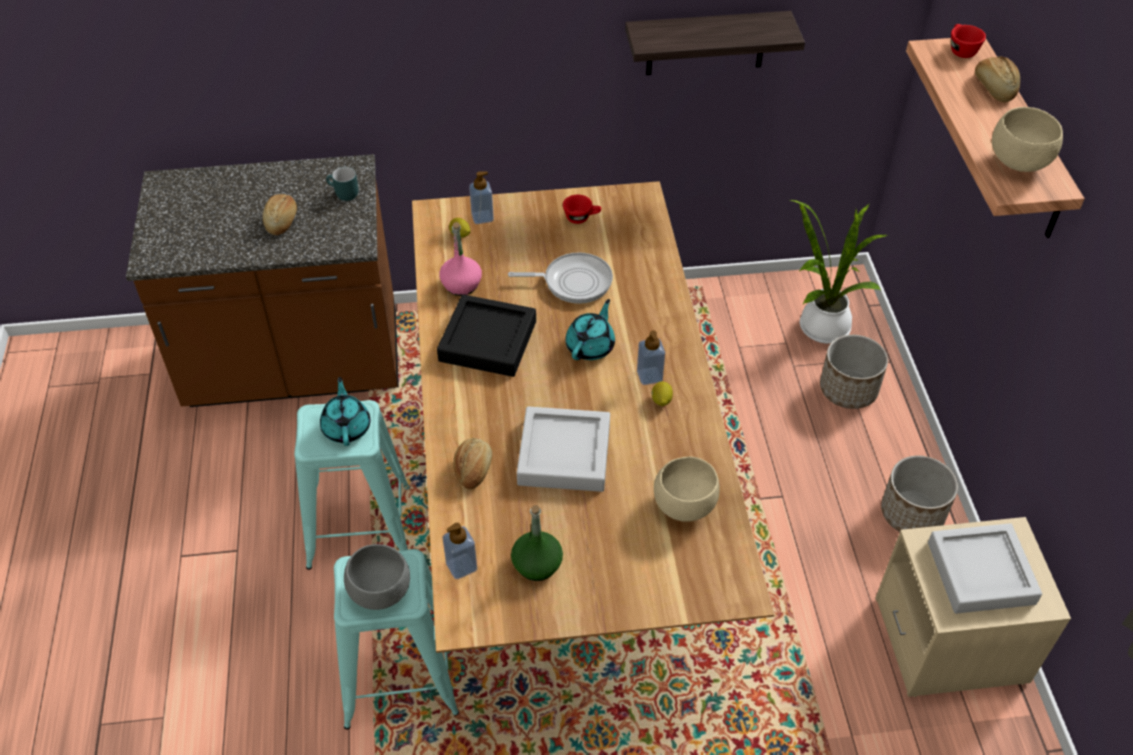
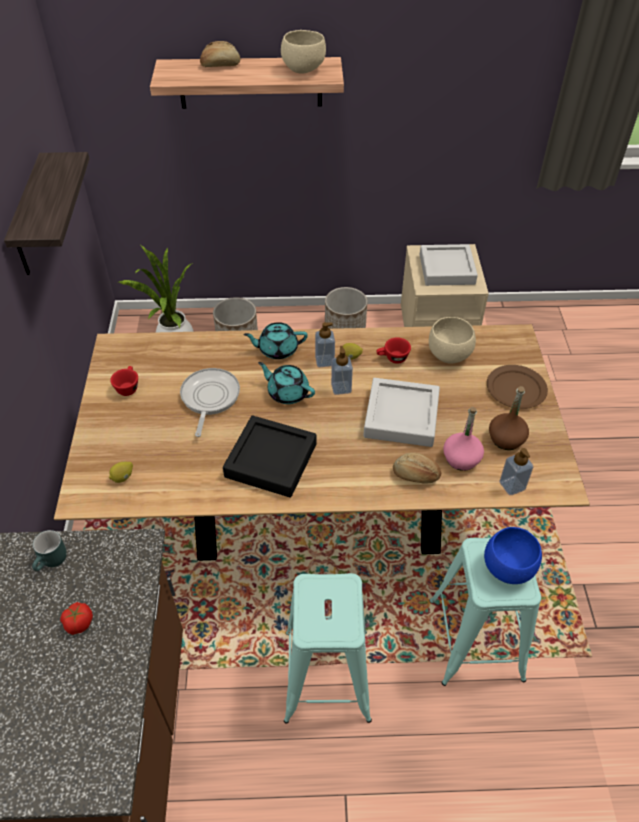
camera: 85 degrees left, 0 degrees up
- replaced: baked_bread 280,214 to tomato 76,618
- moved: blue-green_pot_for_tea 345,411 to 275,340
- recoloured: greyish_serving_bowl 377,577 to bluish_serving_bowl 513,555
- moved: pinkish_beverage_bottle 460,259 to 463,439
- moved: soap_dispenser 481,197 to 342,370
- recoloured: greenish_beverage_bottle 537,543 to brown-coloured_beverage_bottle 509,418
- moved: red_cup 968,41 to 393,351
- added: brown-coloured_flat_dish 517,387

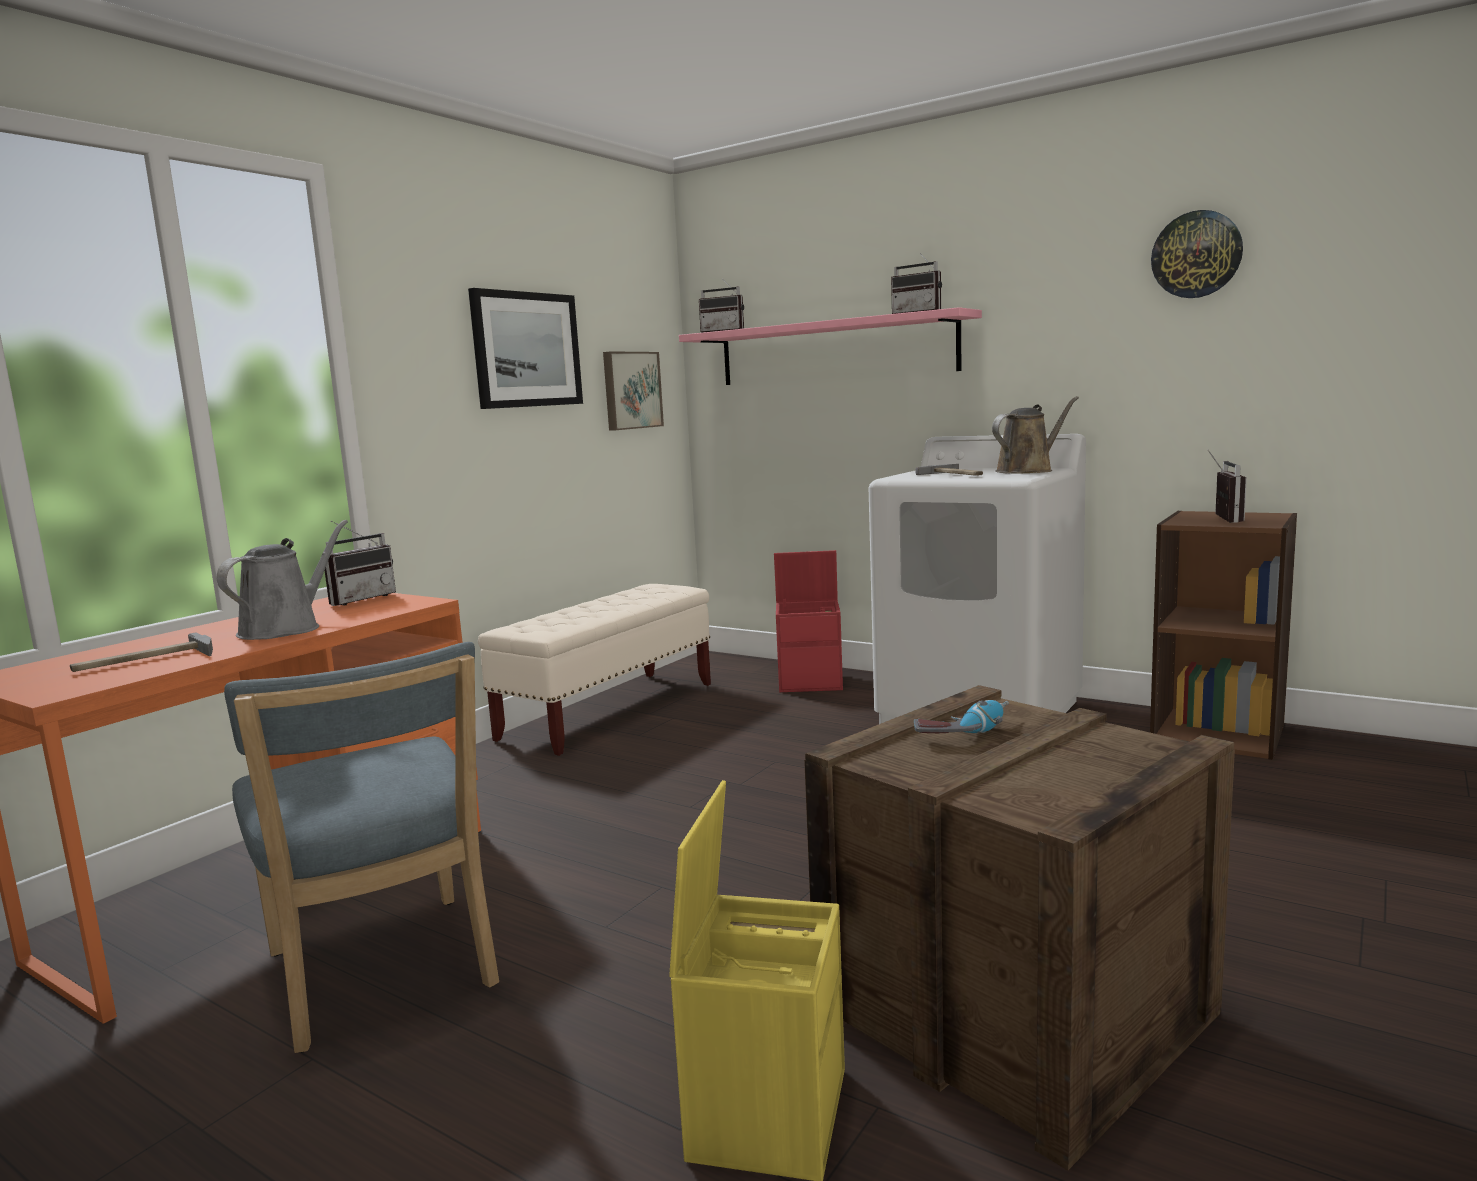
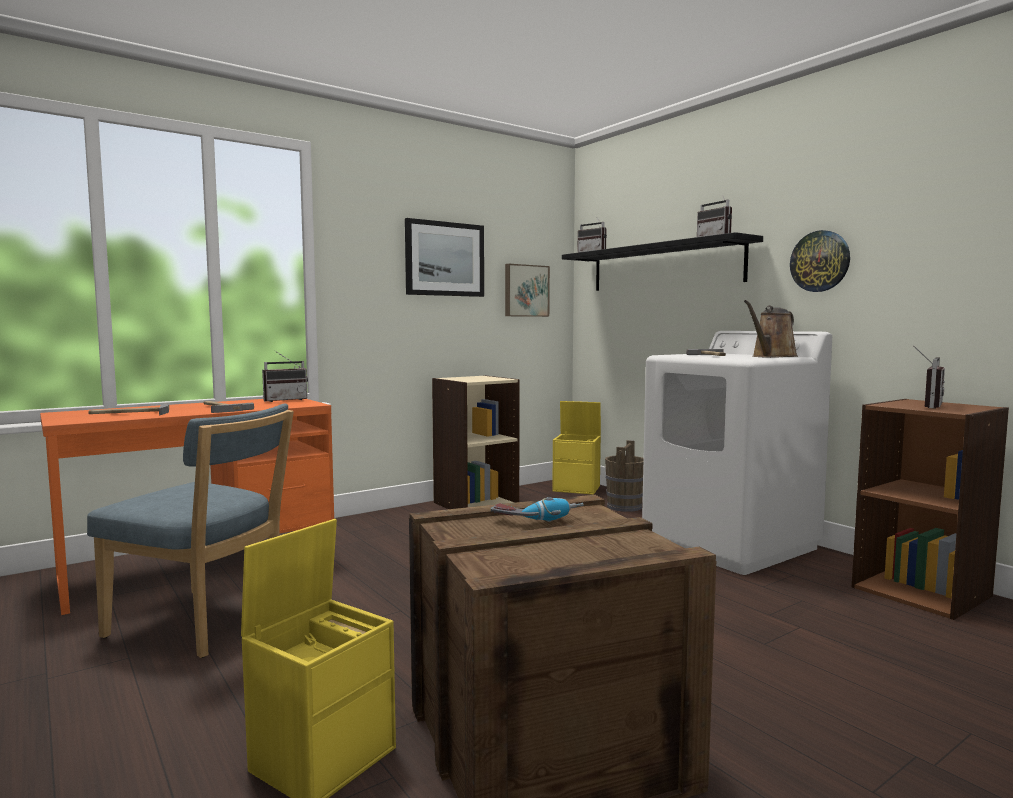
camera: 20 degrees right, 5 degrees down
- replaced: greyish_sprinkling_can 282,580 to hand_hammer 229,407
- turned: bluish_plain_chair 361,847 = 190,531 60 degrees counterclockwise
- replaced: beige_long_seat 594,670 to beige_shelving_unit 476,442
- recoloured: pinkish_wall_shelf 830,346 to blackish_wall_shelf 662,261
- replaced: red_storage_bin 808,621 to brown-coloured_pail 624,476
- turned: brown-coloured_sprinkling_can 1035,435 = 771,329 150 degrees clockwise
- moved: wall_clock 1197,254 to 820,261
- added: yellowish_storage_bin 576,448

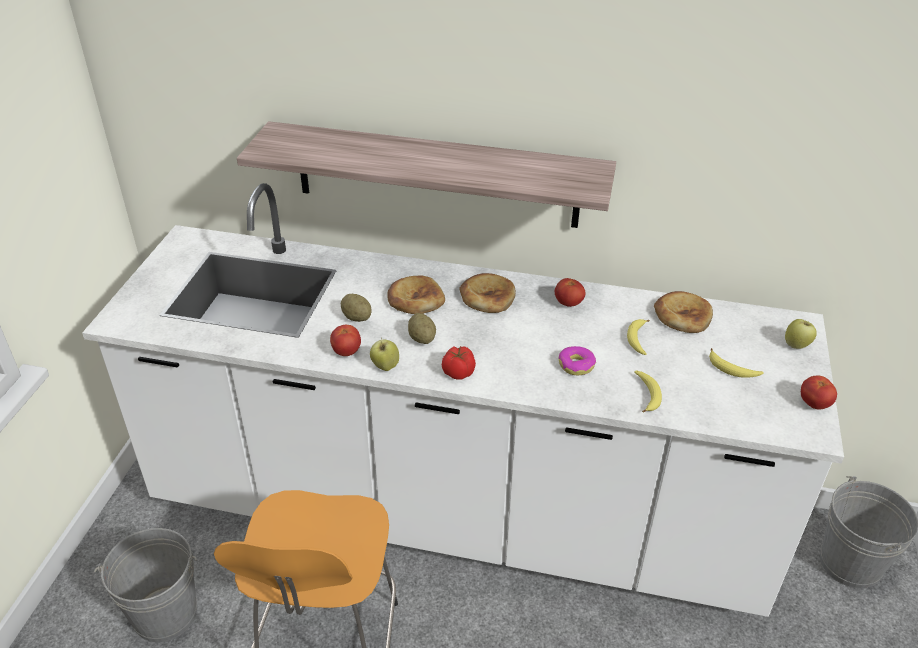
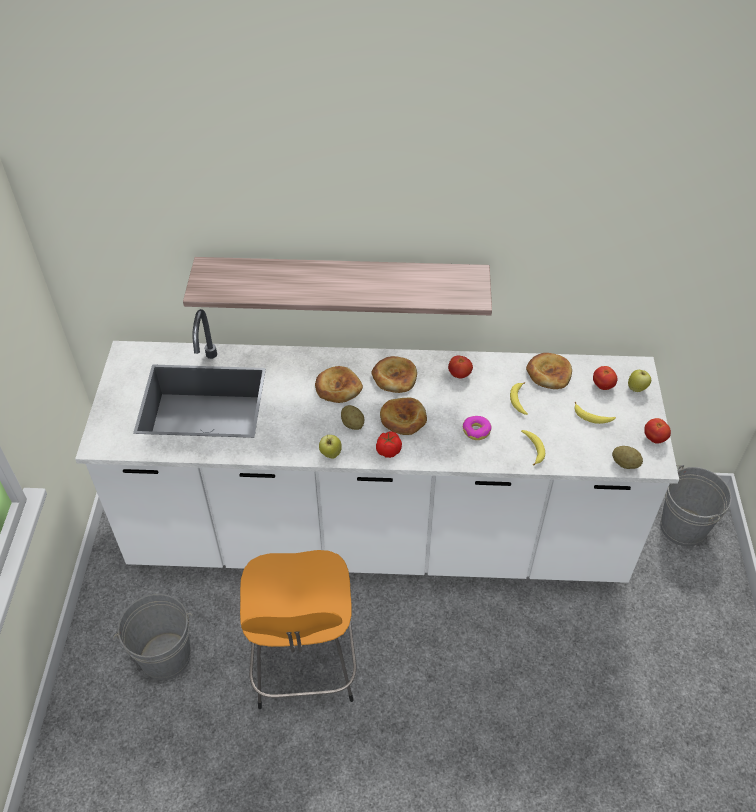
camera: 10 degrees left, 10 degrees up
- moved: tomato 345,340 to 605,378
- moved: whole_potato 356,308 to 627,457
- added: baked_bread 403,416

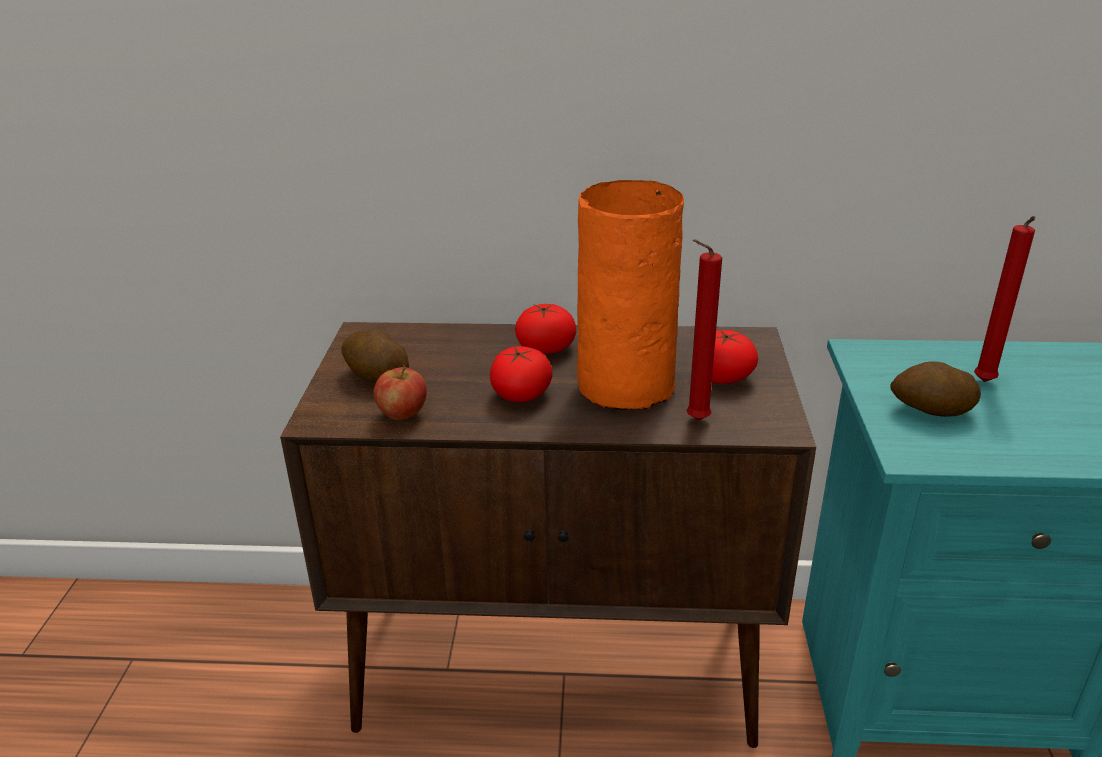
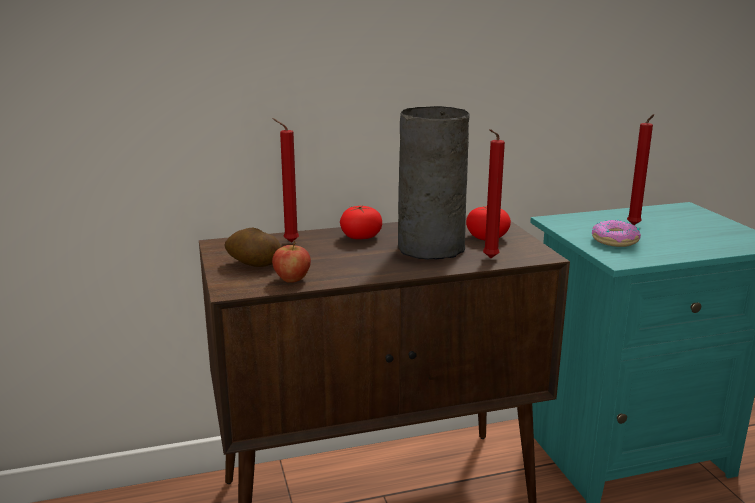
camera: 20 degrees left, 10 degrees down
- removed: tomato 521,374
- recoloured: orange_flower_vase 630,295 to greyish_flower_vase 433,183
- replaced: whole_potato 935,389 to donut 616,233
- added: red_candle 285,180

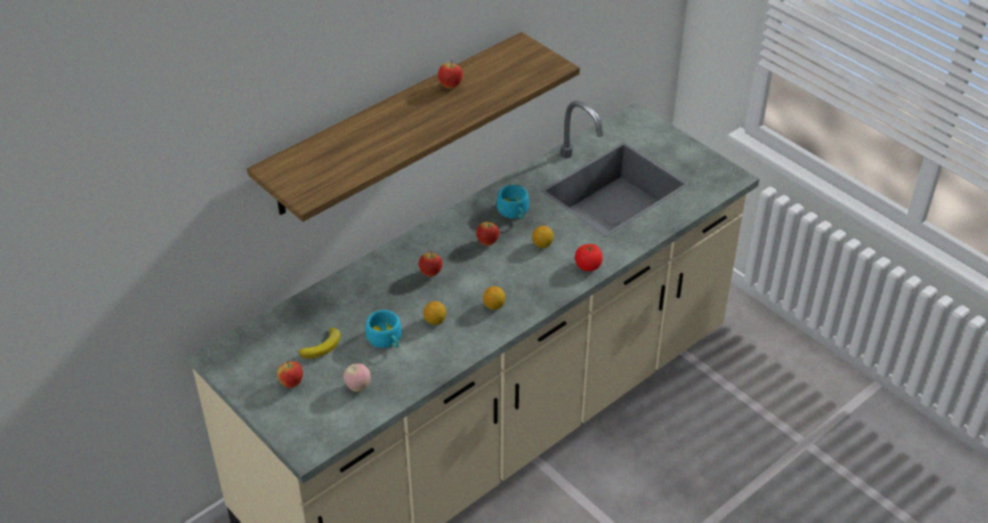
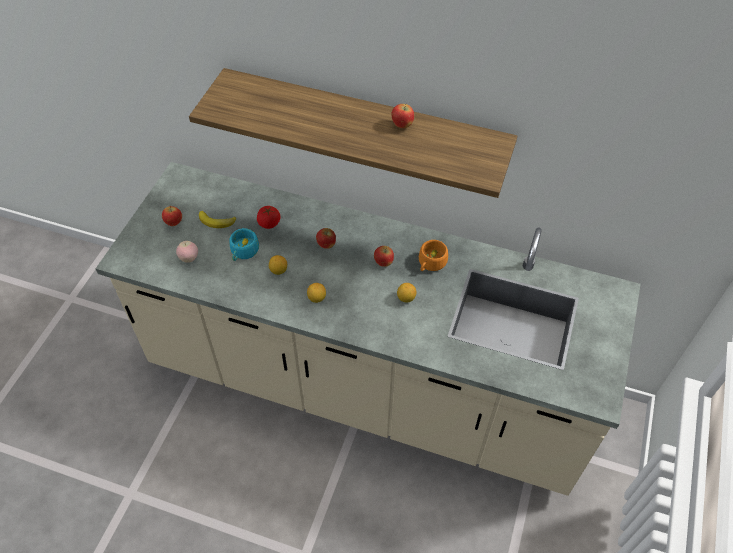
camera: 60 degrees right, 10 degrees up
- recoloured: blue-green_cup 513,202 to orange_cup 433,255
- moved: tomato 589,257 to 268,217

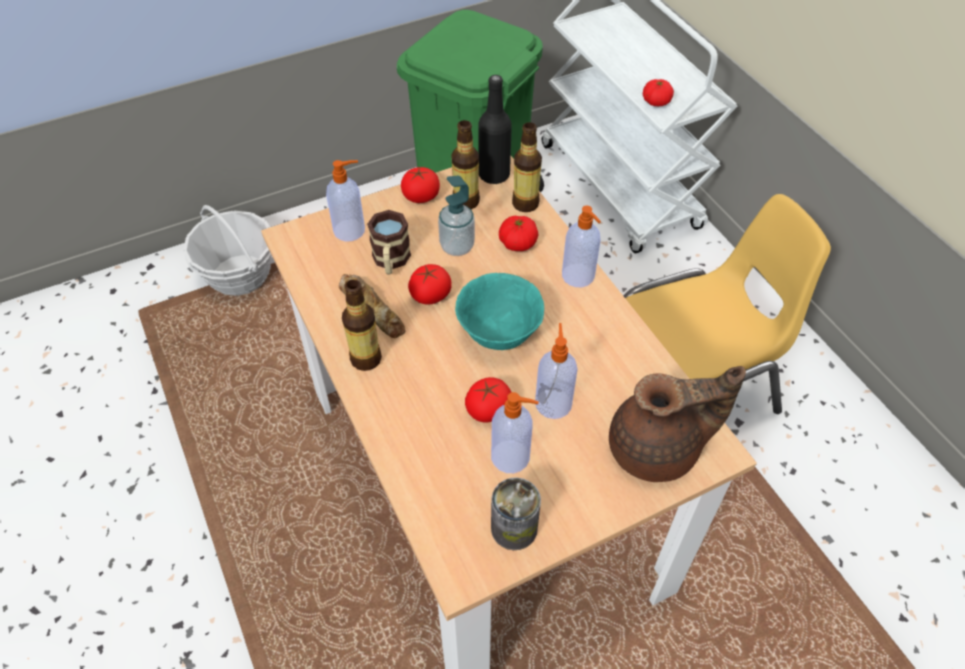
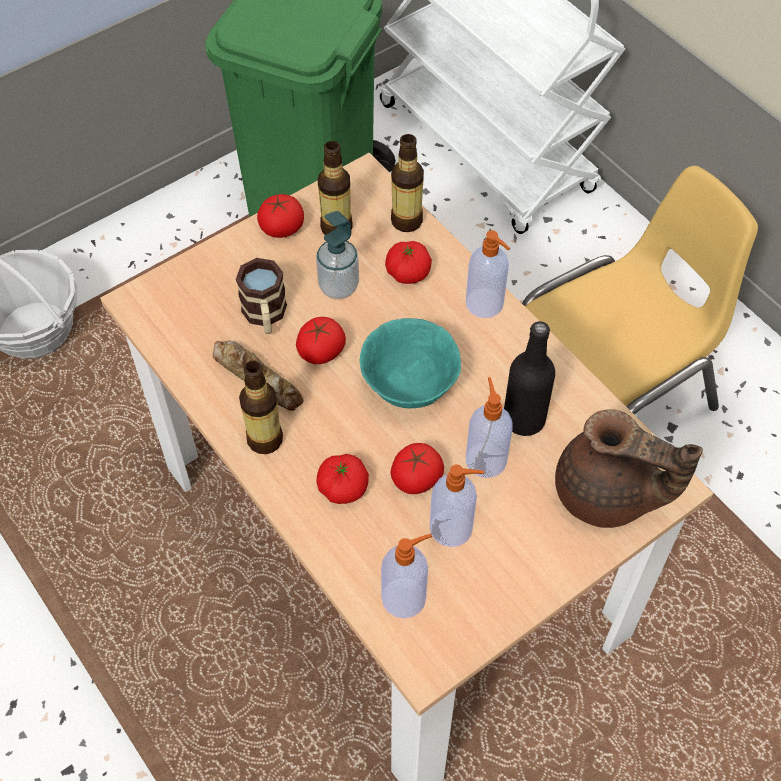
camera: 10 degrees left, 5 degrees up
- moved: soap_dispenser 345,200 to 406,576
- moved: blackish_beverage_bottle 495,129 to 529,378
- removed: sealed_can 516,513
- turned: brown-coloured_pot_for_tea 677,424 = 629,468 45 degrees clockwise
- moved: tomato 658,92 to 342,479

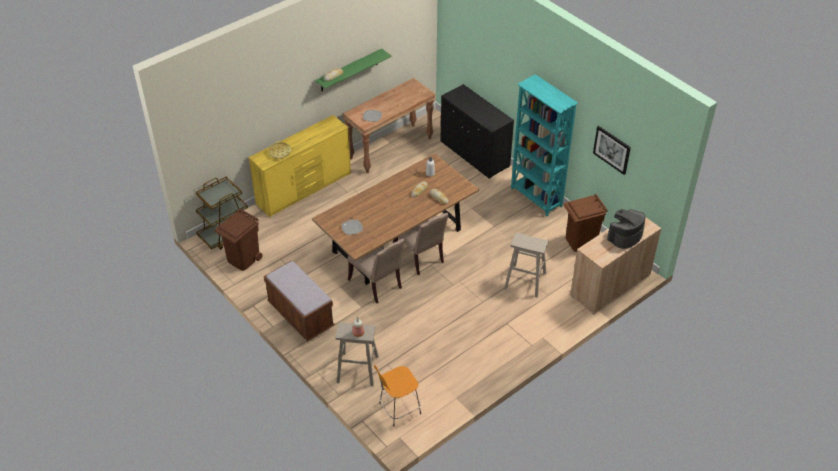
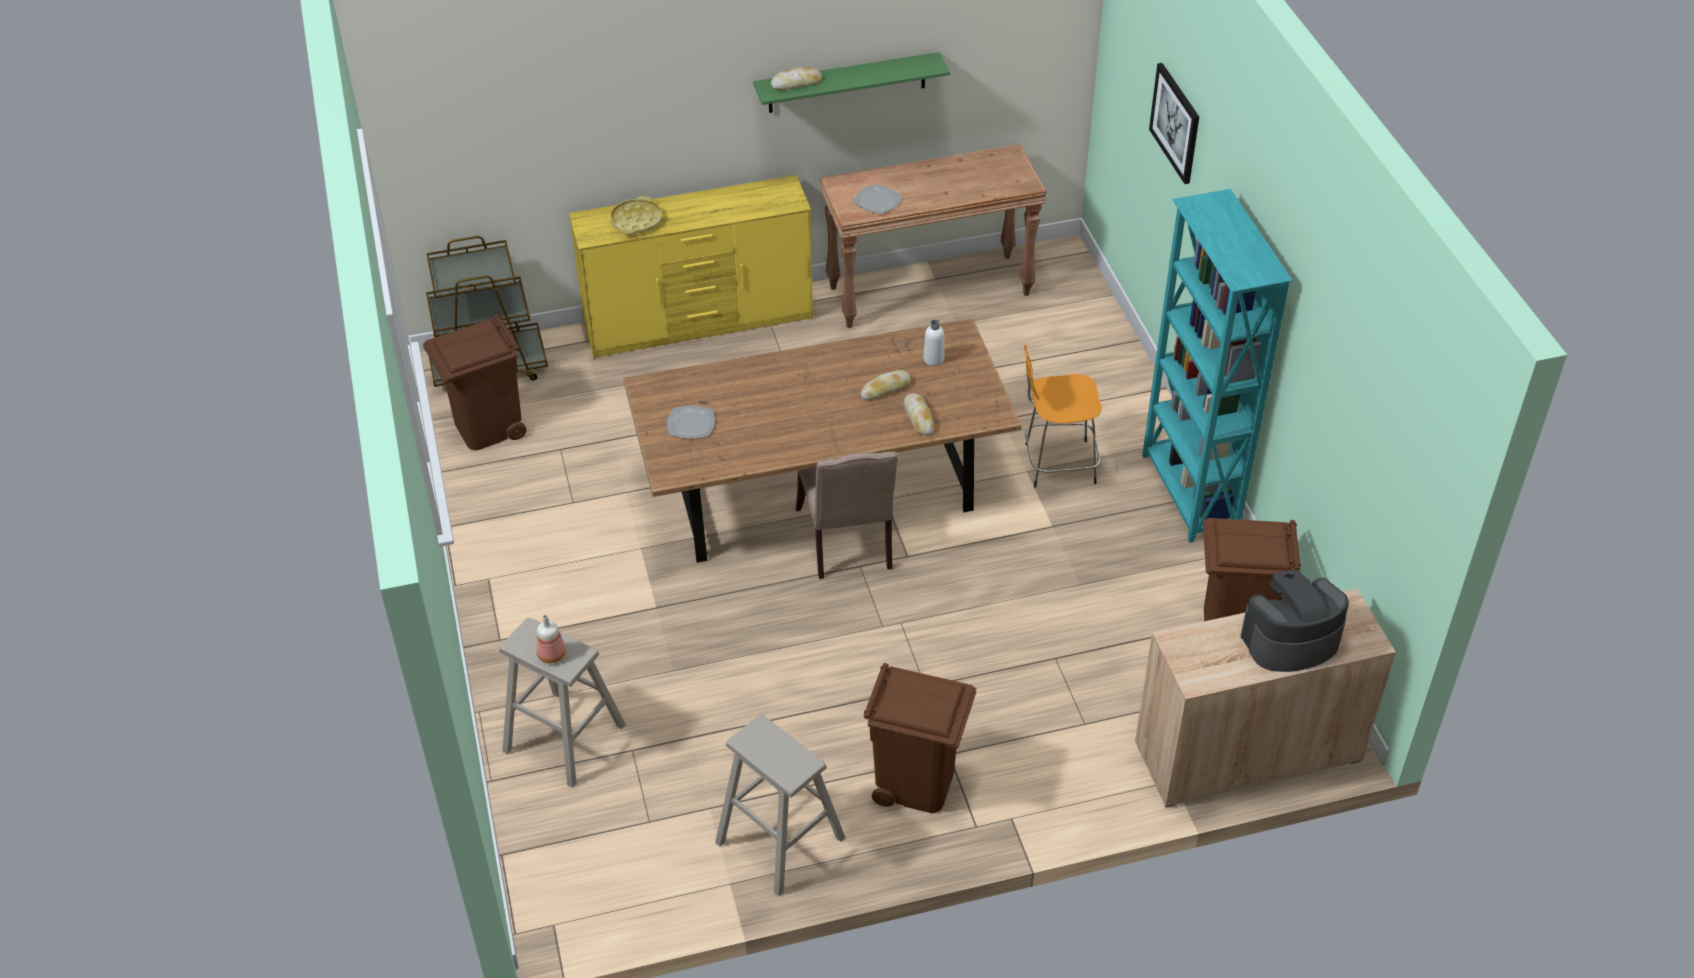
camera: 25 degrees right, 0 degrees up
- removed: brown-coloured_long_seat 299,301
- removed: beige_plain_chair 376,271
- moved: orange_sitting_stool 397,395 to 1062,416
- removed: blackish_storage_cabinet 477,131
- moved: beige_sitting_stool 526,265 to 780,805
- moved: picture 612,150 to 1174,123
- added: brown-coloured_waste_bin 920,738

